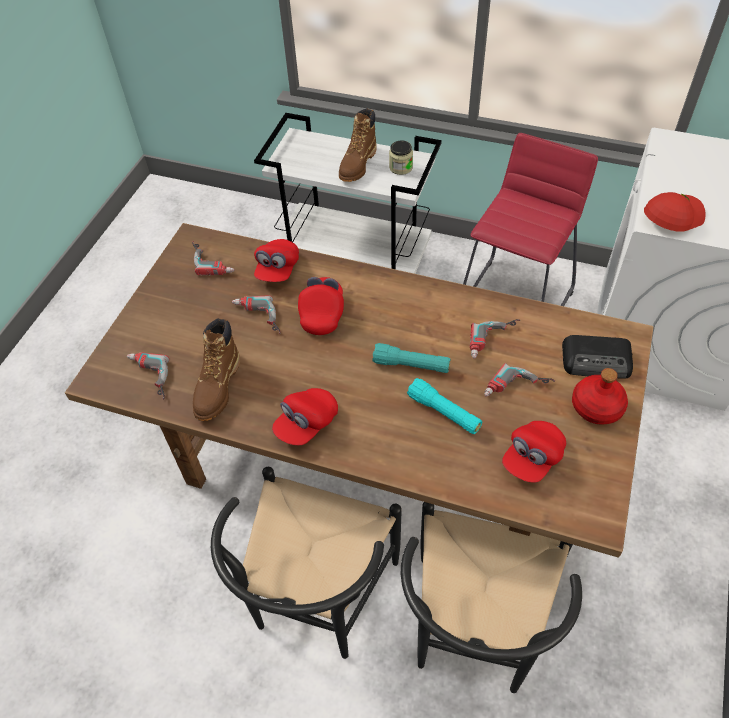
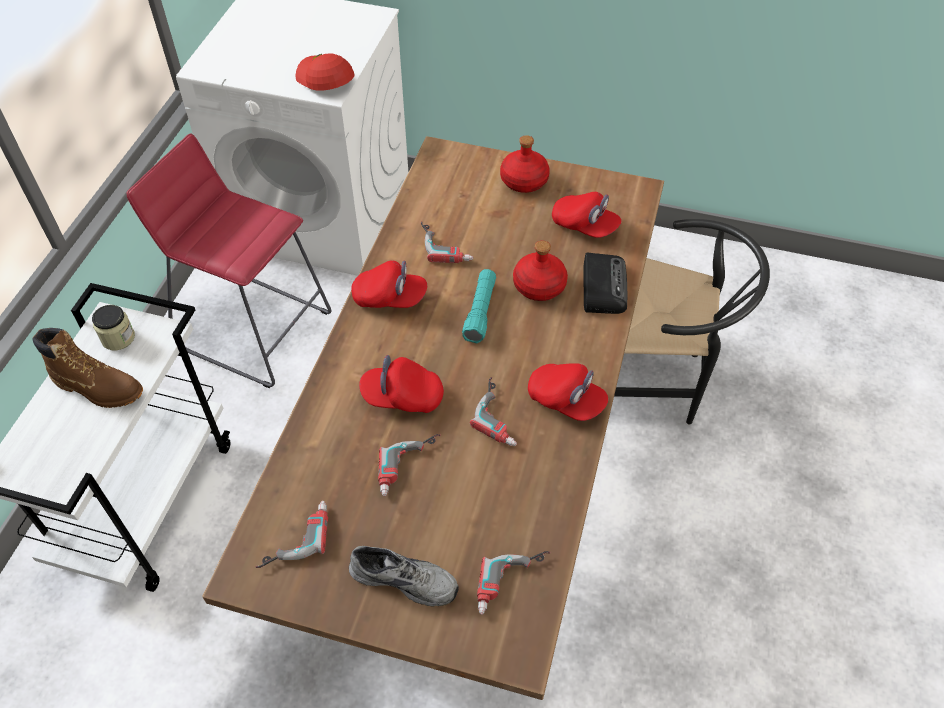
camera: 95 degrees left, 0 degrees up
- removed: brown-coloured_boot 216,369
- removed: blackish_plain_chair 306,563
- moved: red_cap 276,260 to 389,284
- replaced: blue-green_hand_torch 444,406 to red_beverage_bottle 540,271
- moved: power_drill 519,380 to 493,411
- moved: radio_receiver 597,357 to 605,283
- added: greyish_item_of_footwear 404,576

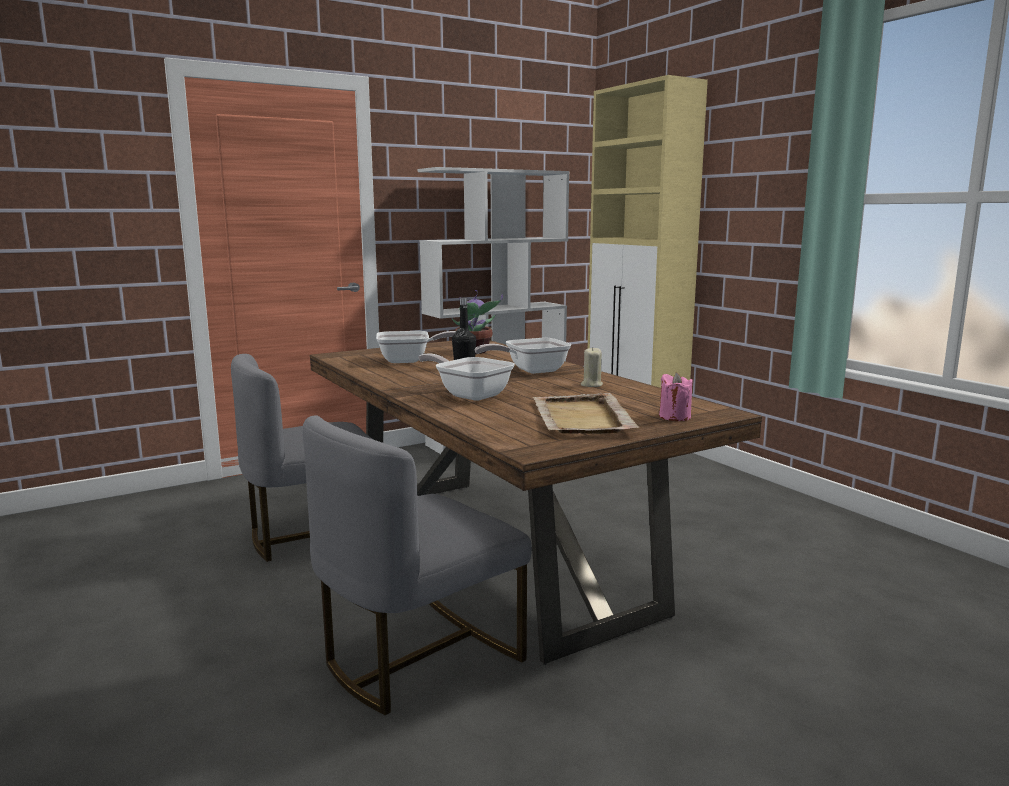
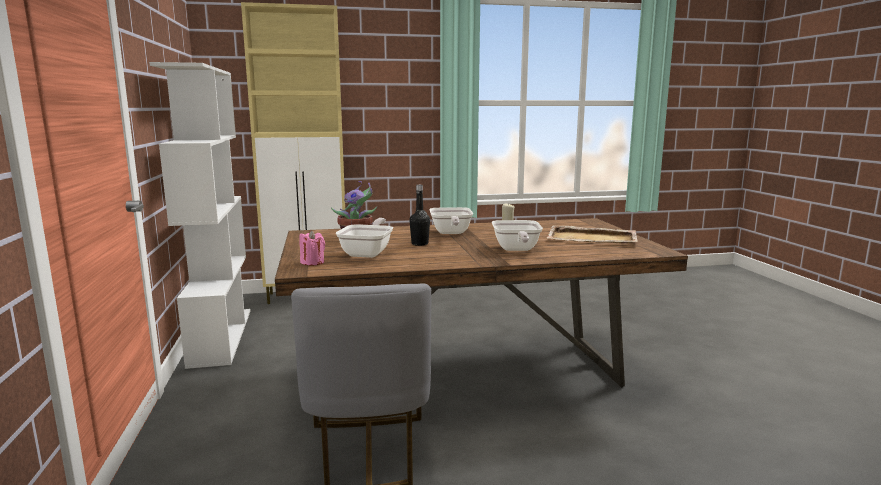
camera: 70 degrees left, 0 degrees up
- removed: greyish_plain_chair 417,565
- turned: frying_pan 466,377 = 517,235 60 degrees counterclockwise
- moved: pinkish_candle 676,397 to 312,248

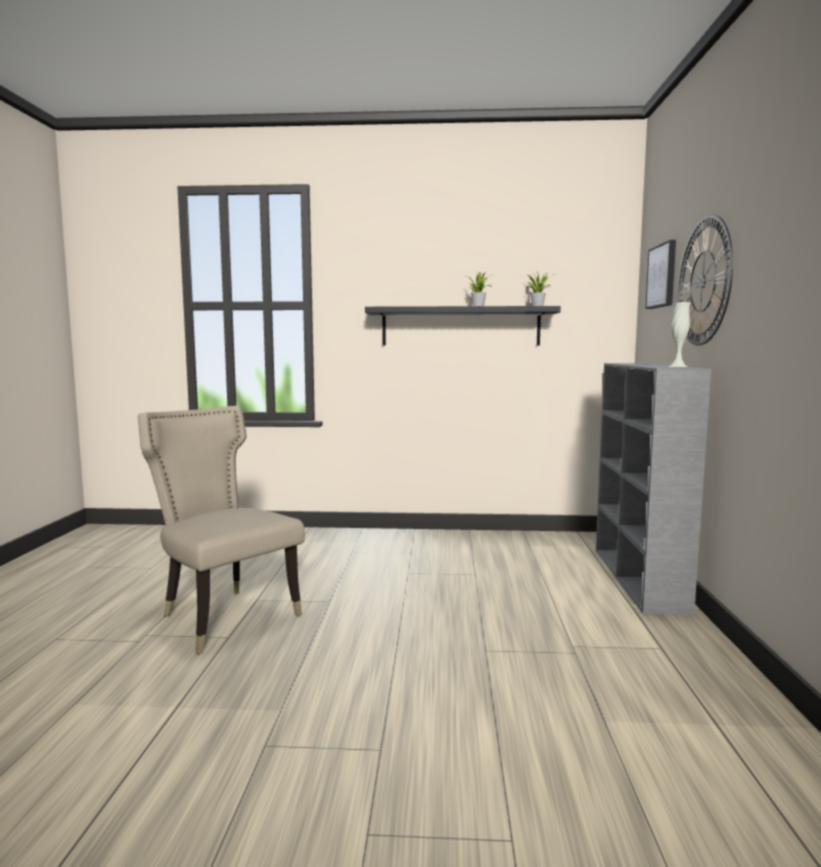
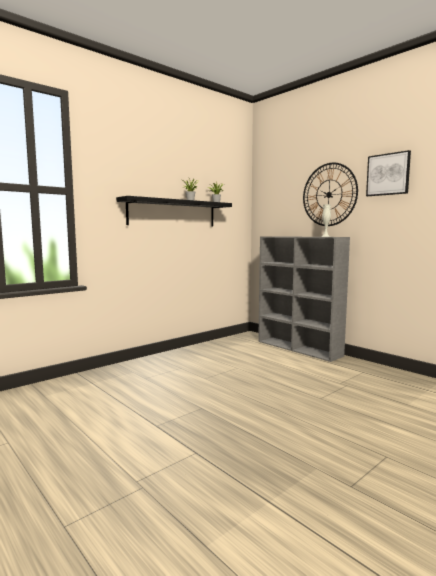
camera: 45 degrees left, 0 degrees up
- removed: beige_plain_chair 221,530
- moved: picture 660,274 to 388,173

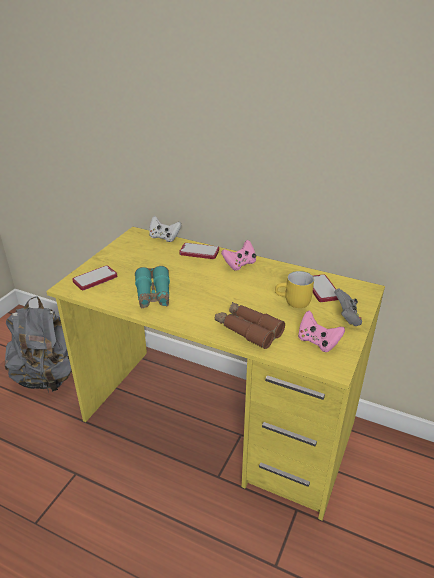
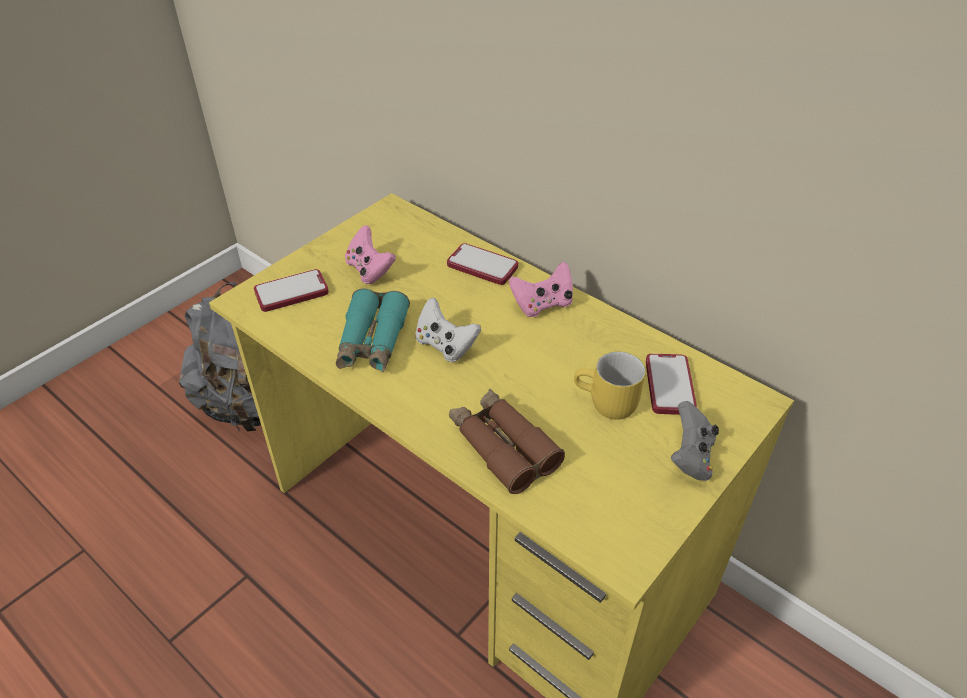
camera: 15 degrees right, 10 degrees up
- moved: white-coloured_gamepad 165,229 to 448,329
- moved: pinkish_gamepad 321,331 to 370,254

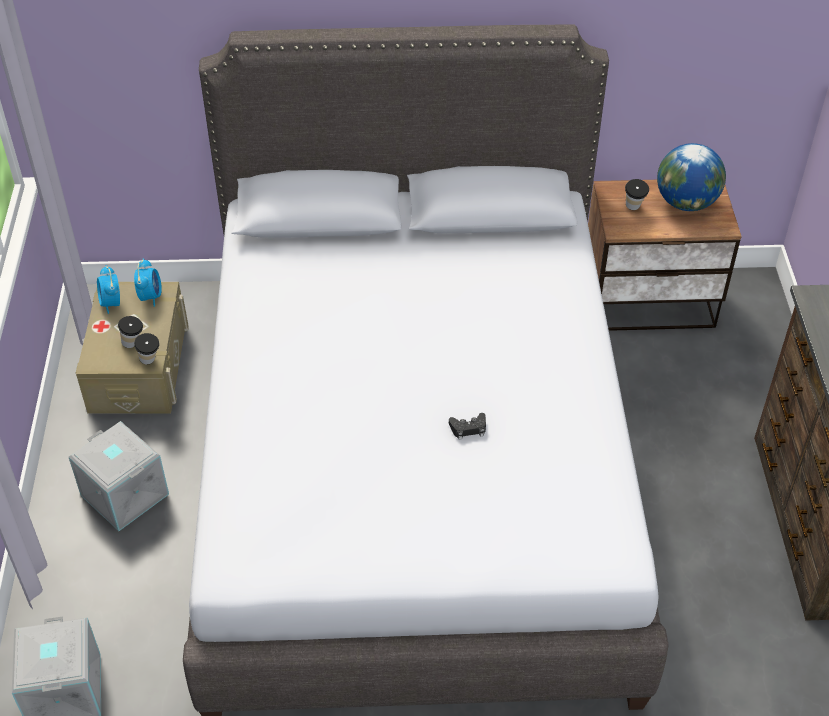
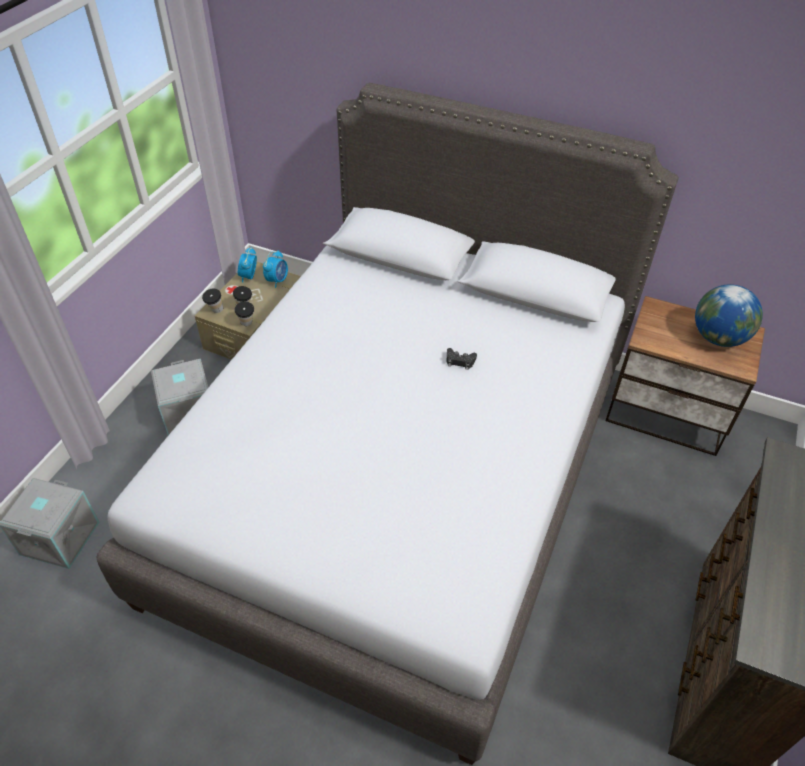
camera: 25 degrees right, 0 degrees up
- moved: blackish_gamepad 467,426 to 461,359
- moved: cup 637,194 to 212,301

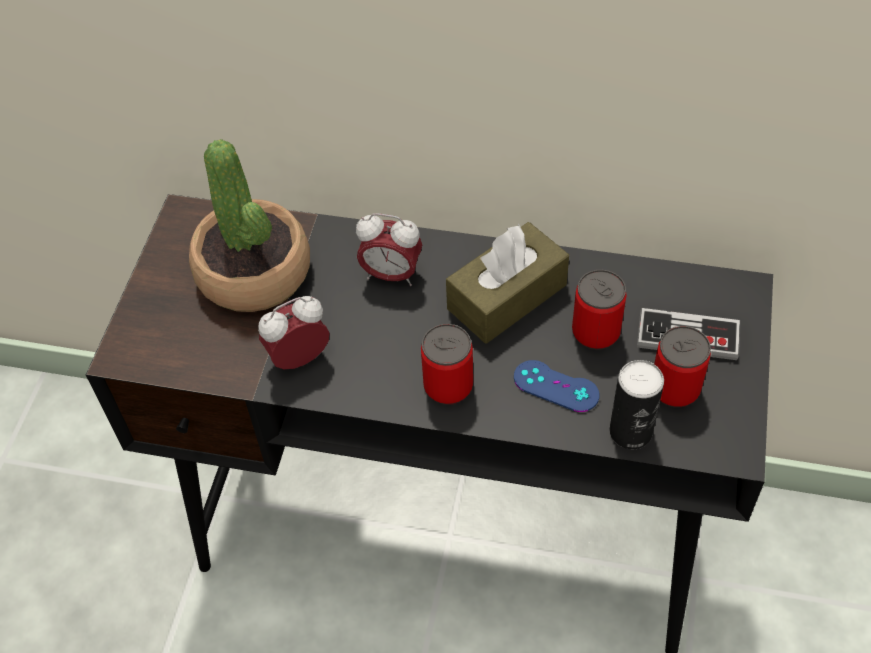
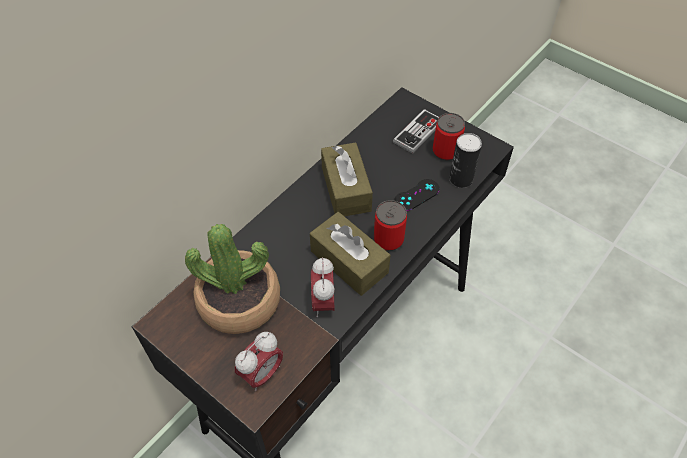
camera: 65 degrees left, 0 degrees up
- moved: bedside_clock 389,249 to 259,361
- recoloured: bluish_gamepad 556,386 to blackish_gamepad 417,195
- removed: sealed_can 599,310
- added: brown-coloured_tissue_box 350,254

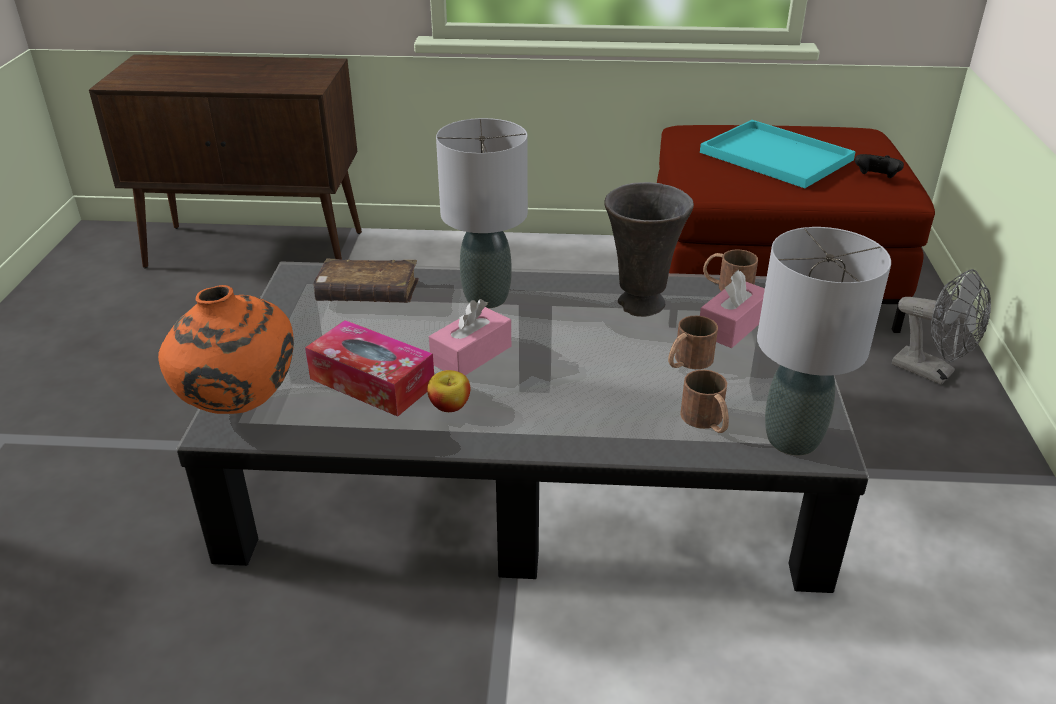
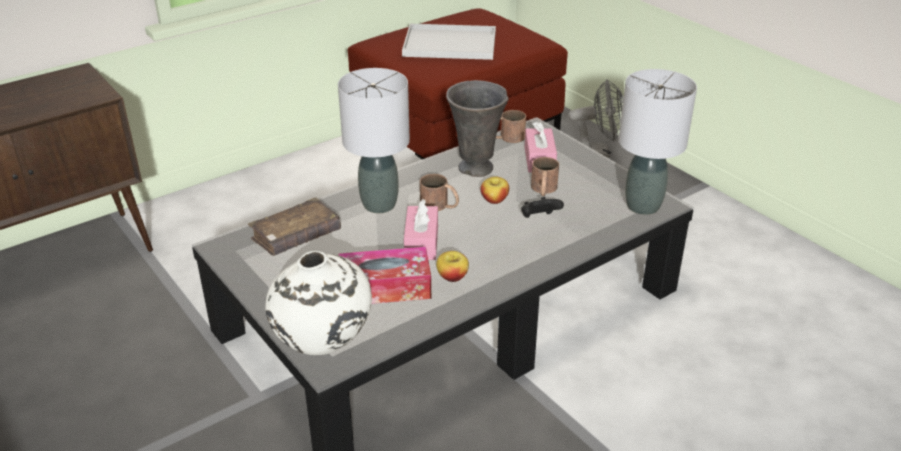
camera: 40 degrees left, 0 degrees up
- recoloured: orange_flower_vase 226,349 to white-coloured_flower_vase 318,303
- moved: brown-coloured_coffee_mug 704,401 to 439,192
- recoloured: blue-green_serving_tray 778,154 to white-coloured_serving_tray 449,42
- moved: blackish_gamepad 879,166 to 542,207
- added: apple 495,190

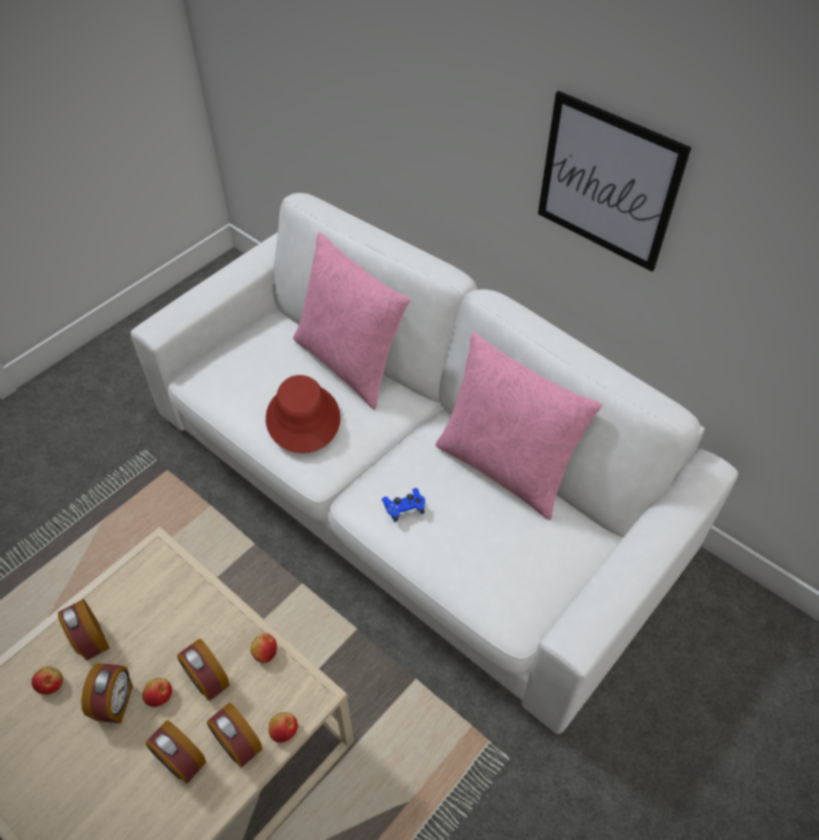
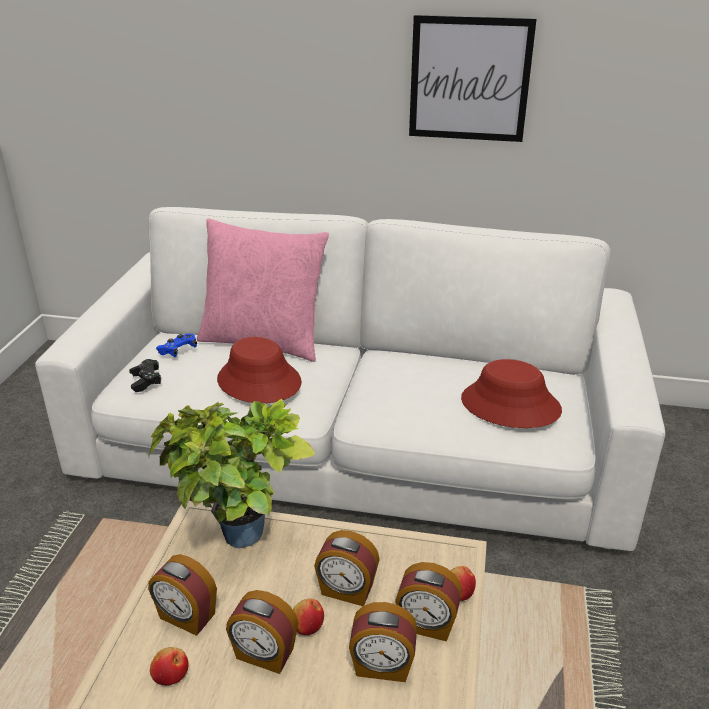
camera: 30 degrees left, 20 degrees down
- turned: bedside_clock 107,693 = 262,632 135 degrees clockwise
- removed: apple 263,648
- moved: bluish_gamepad 403,505 to 176,345
- removed: pinkish_cushion 518,426
- added: blackish_gamepad 145,375
- added: houseplant 231,474
- added: red_wearable_hat 511,393

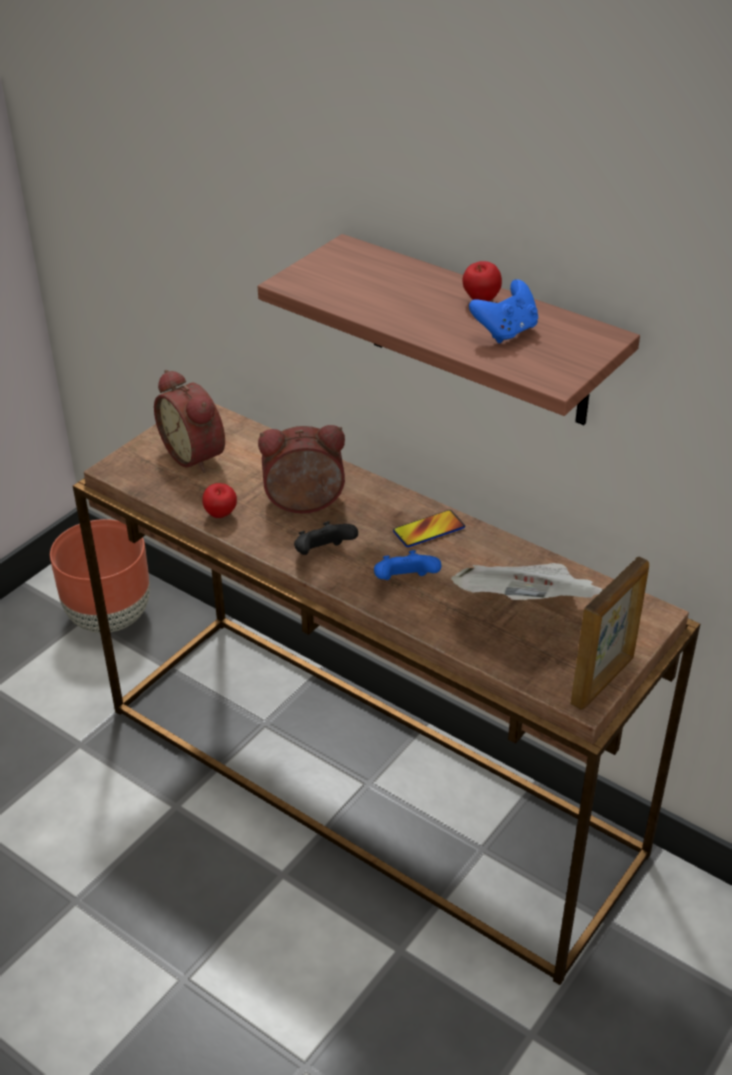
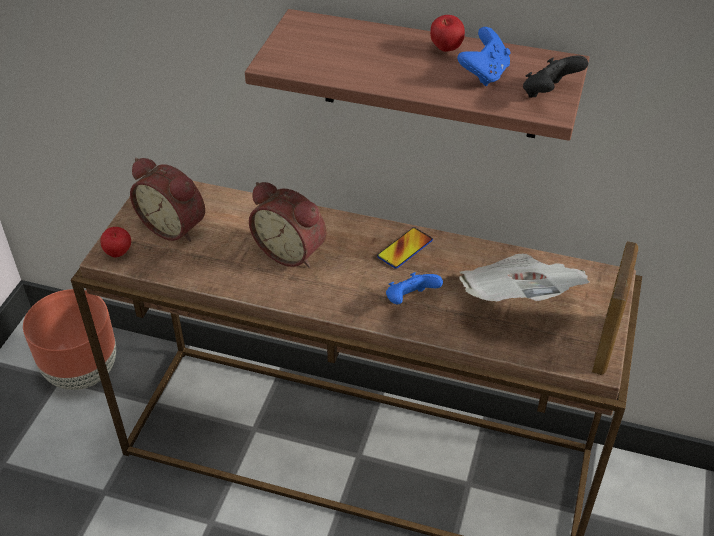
camera: 20 degrees left, 5 degrees up
- moved: apple 219,500 to 115,242
- turned: bedside_clock 301,469 = 287,225 120 degrees counterclockwise
- moved: blackish_gamepad 326,538 to 555,76

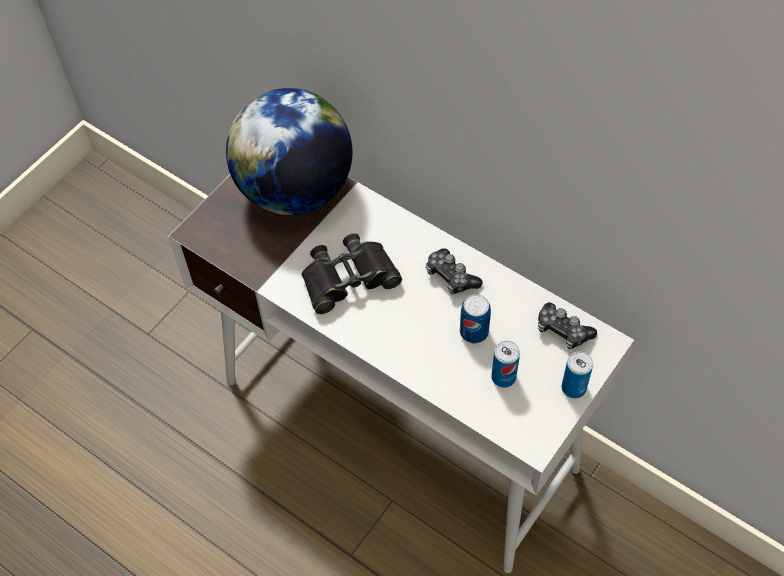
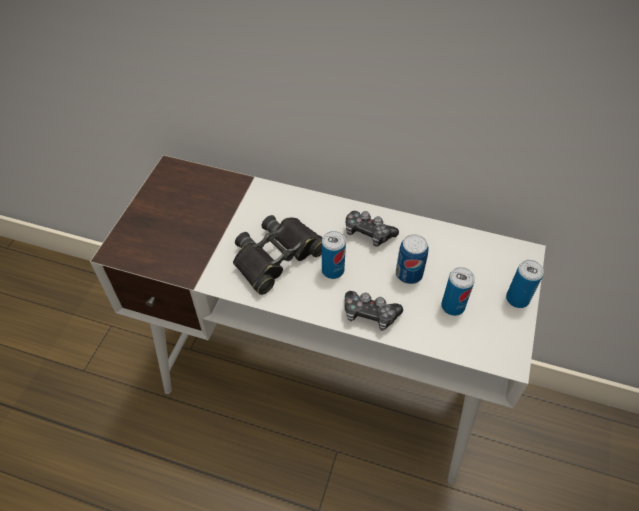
camera: 20 degrees left, 5 degrees down
- removed: desk_globe 289,151
- moved: gamepad 567,325 to 374,310
- added: sealed_can 334,255

